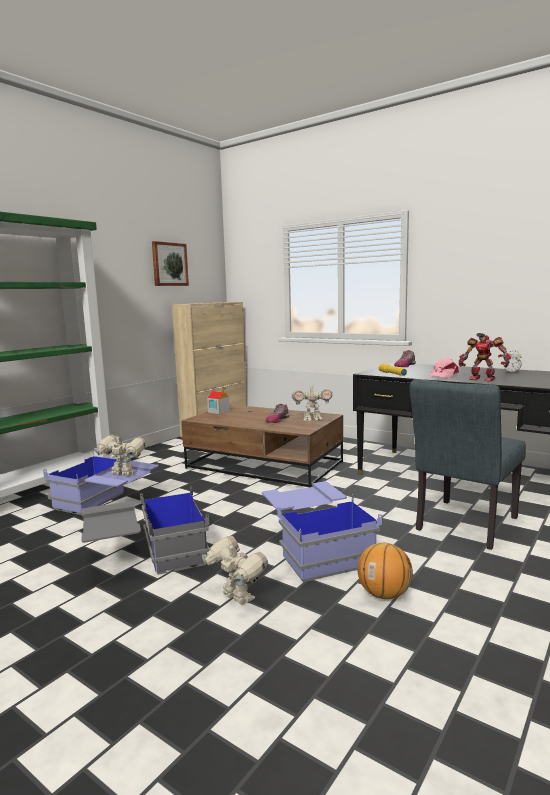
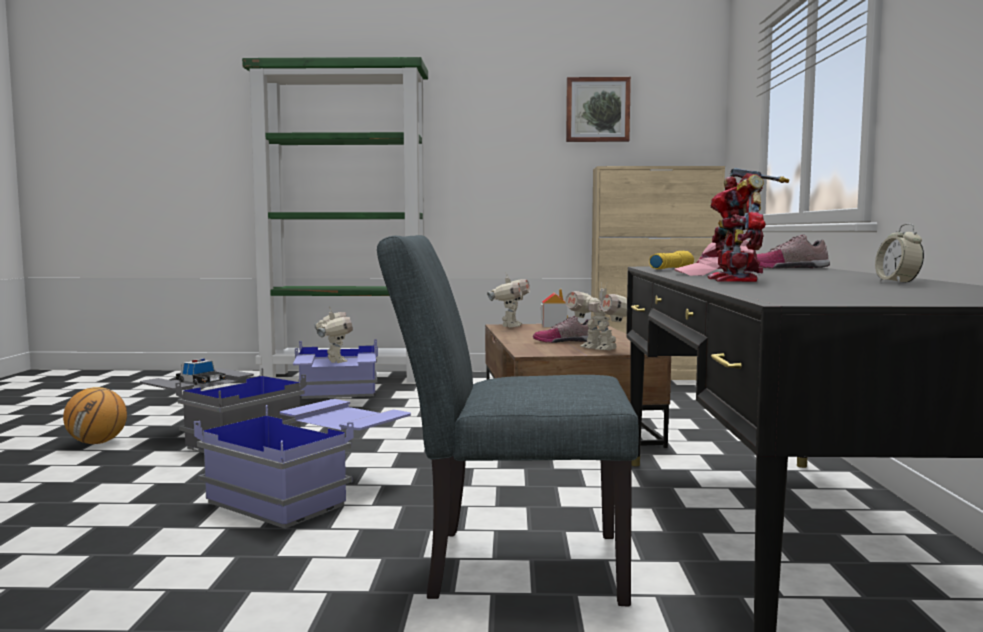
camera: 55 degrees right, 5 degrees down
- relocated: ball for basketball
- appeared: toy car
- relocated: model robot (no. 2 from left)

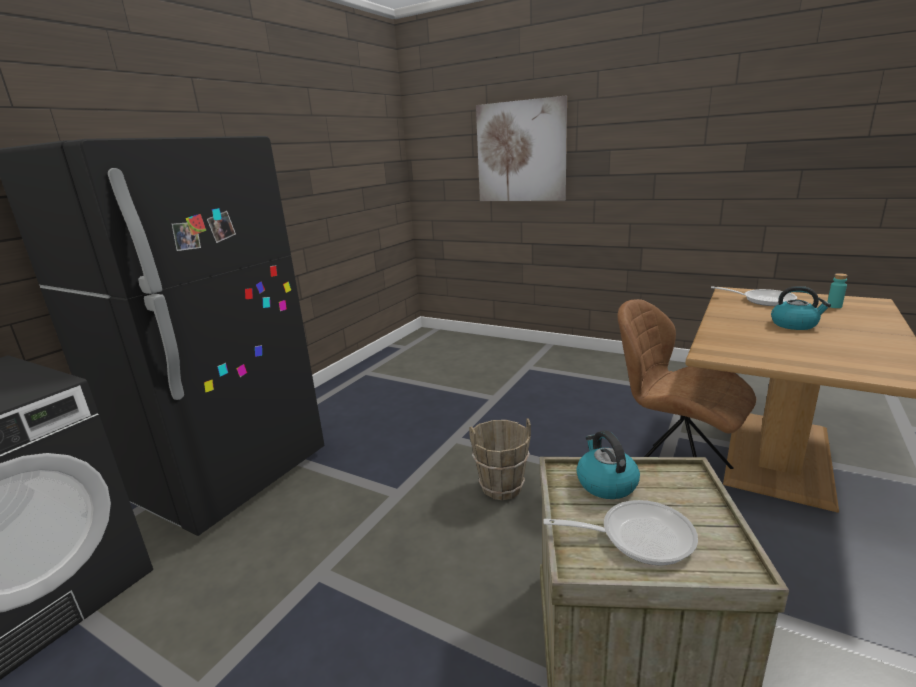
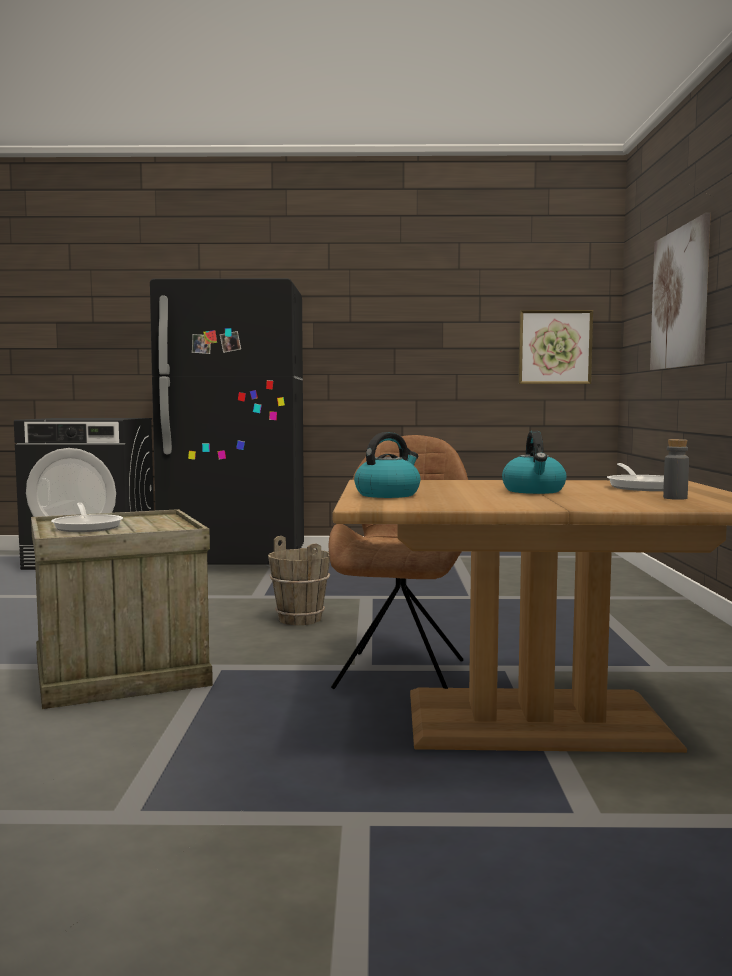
camera: 60 degrees right, 15 degrees down
- relocated: water kettle (no. 1 from left)
- appeared: picture (no. 1 from left)
- colour: turquoise bottle to gray bottle

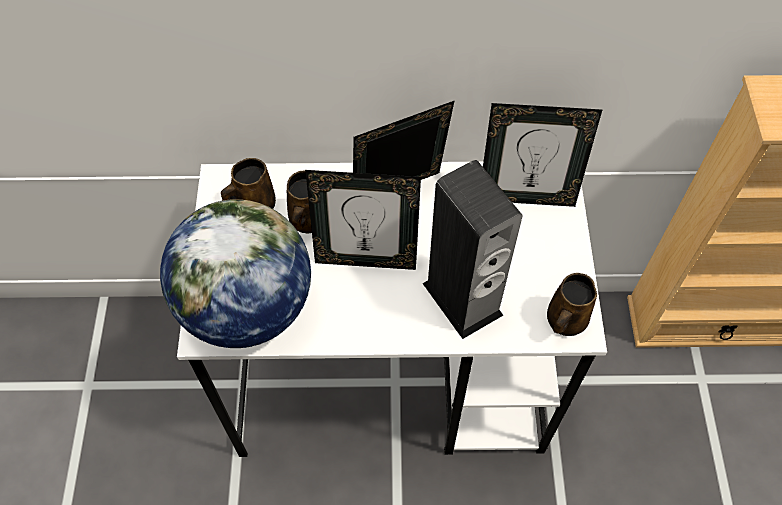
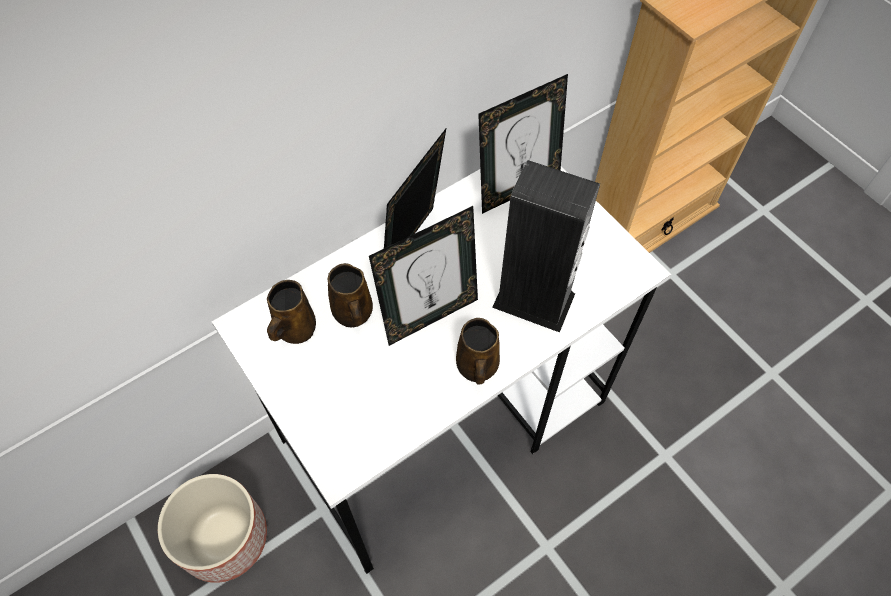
camera: 35 degrees left, 0 degrees up
- appeared: planter
- relocated: brown mug (no. 3 from left)
- missing: world globe

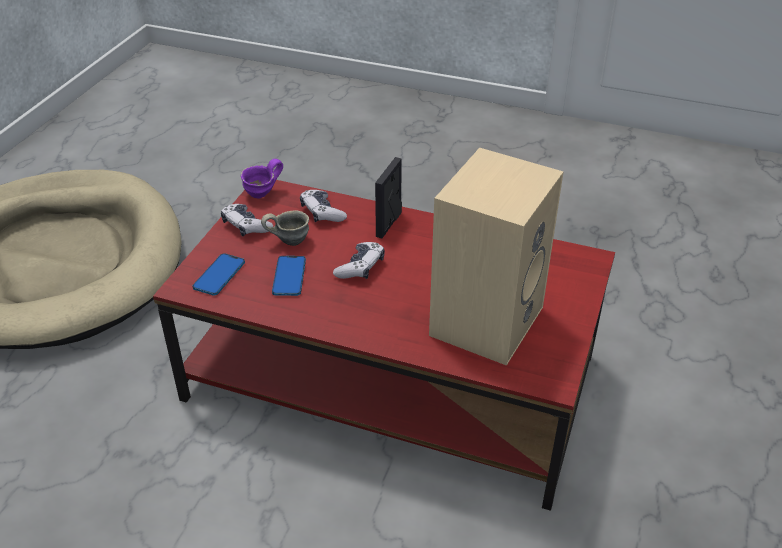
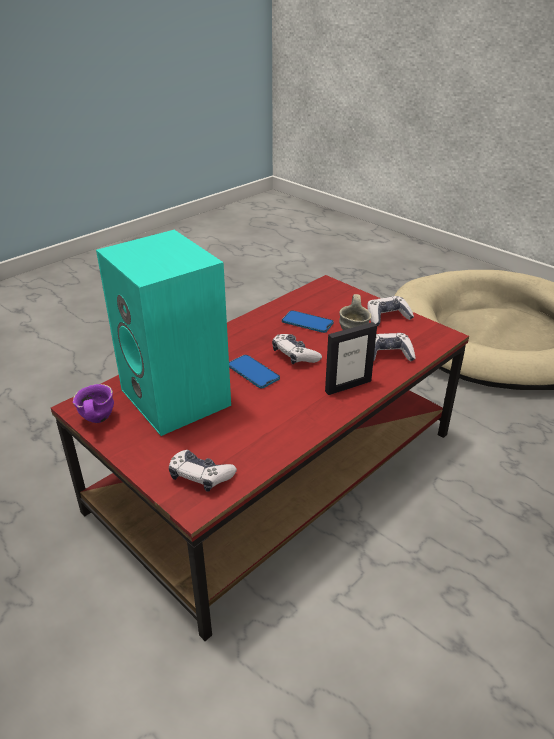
camera: 115 degrees right, 5 degrees down
- relocated: purple-coloured mug
- colour: beige-coloured audio speaker to turquoise audio speaker
- appeared: game controller (no. 1 from left)
- relocated: phone (no. 1 from left)
- spun: standing frame 105 degrees clockwise

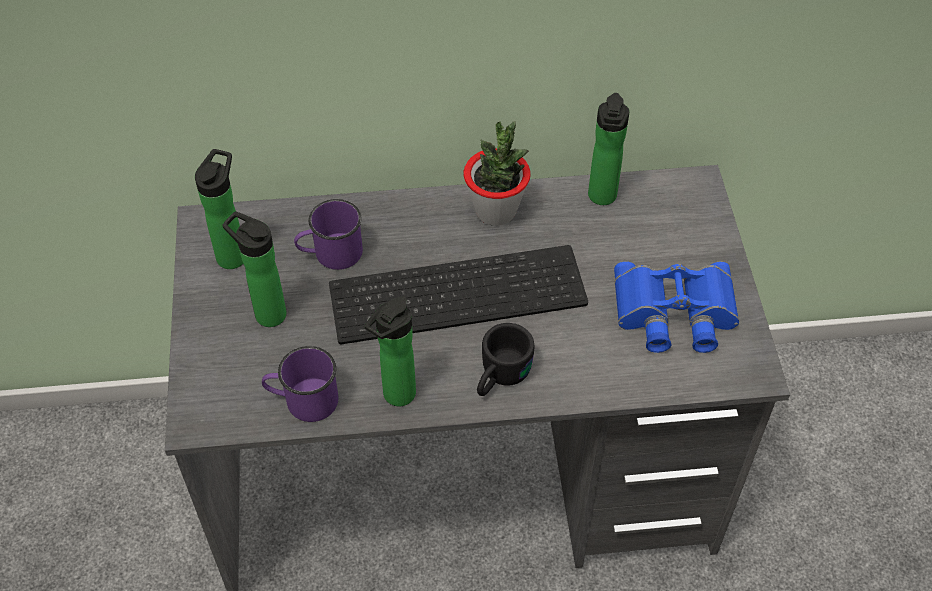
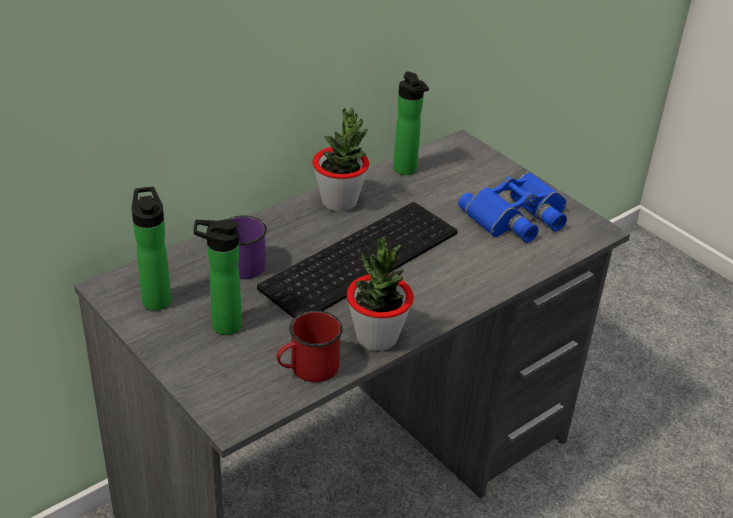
camera: 35 degrees left, 15 degrees down
- colour: purple-coloured mug (no. 1 from left) to reddish mug
- exchanged: bottle (no. 3 from left) to potted plant (no. 2 from left)
- missing: blackish mug

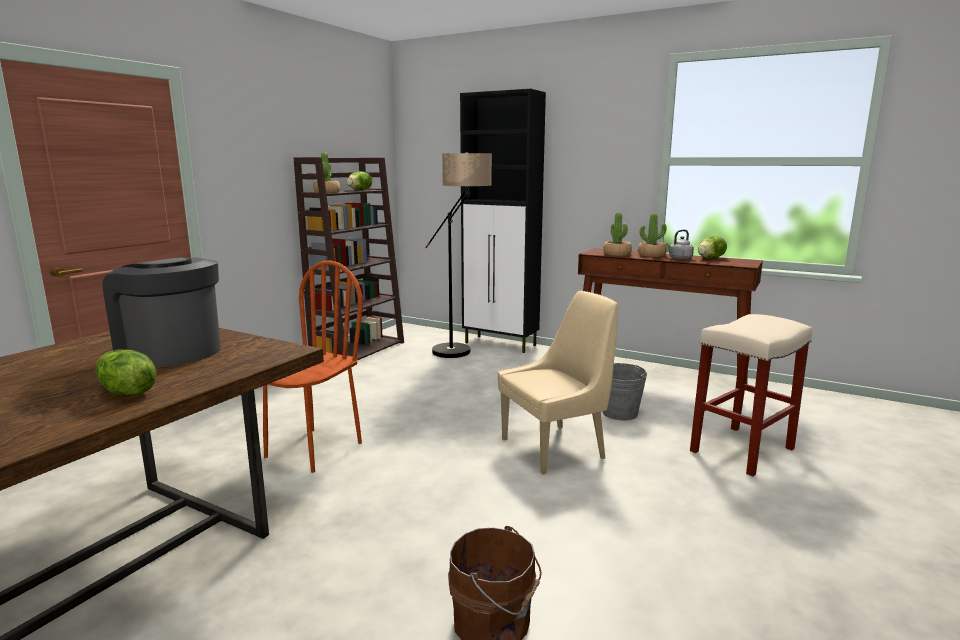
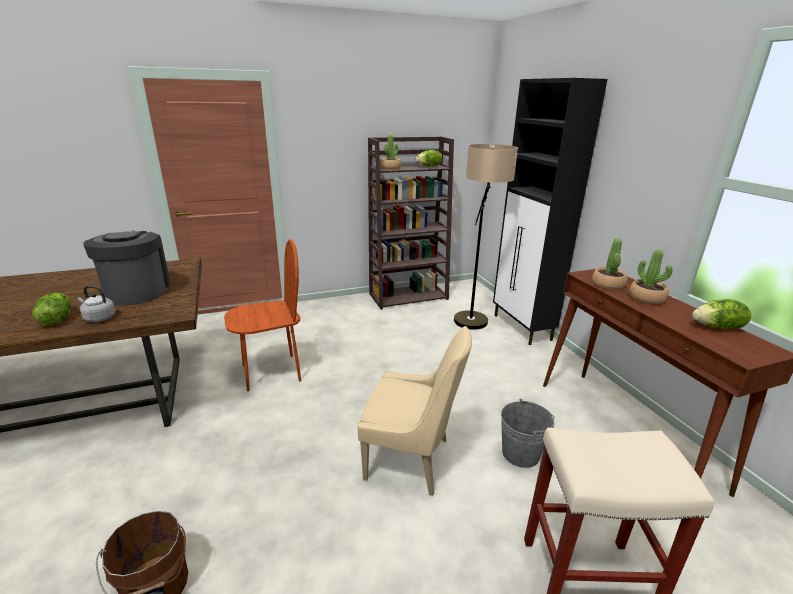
camera: 40 degrees right, 10 degrees up
- relocated: gray water kettle

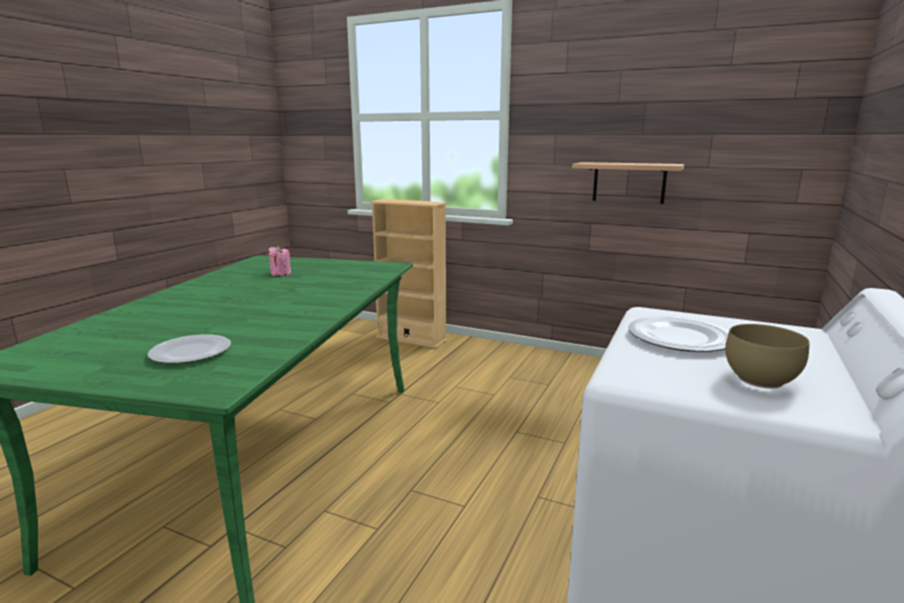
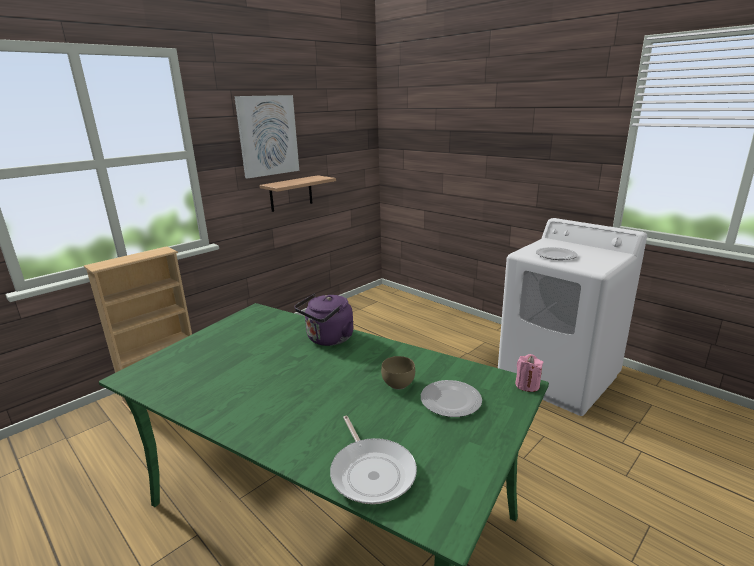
camera: 70 degrees left, 5 degrees up
- appeared: picture
- appeared: purple-coloured water kettle
- appeared: frying pan
- relocated: brown deep dish
- relocated: pinkish wax candle

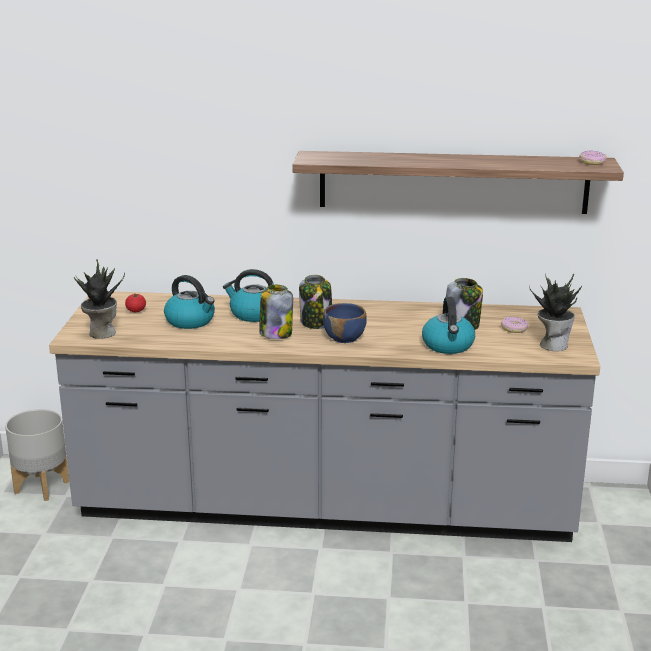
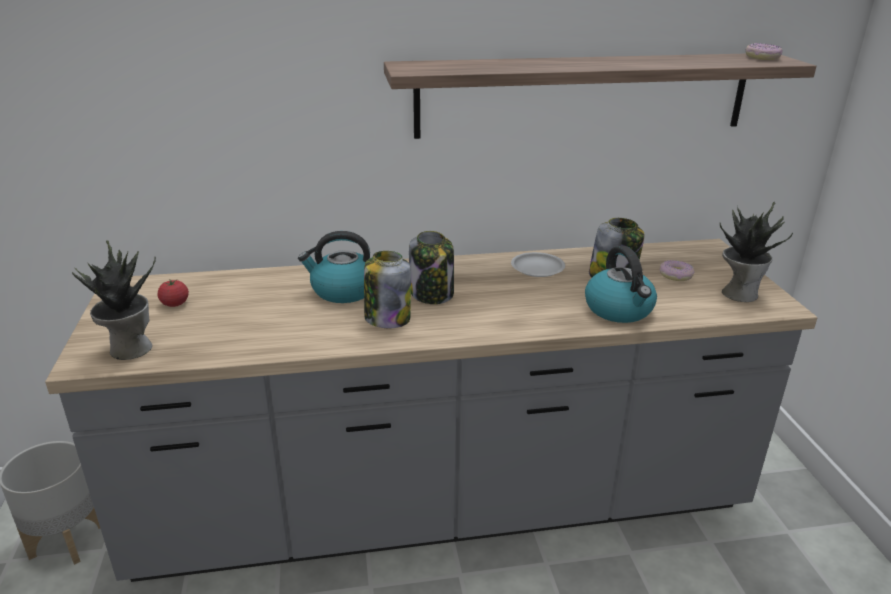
camera: 15 degrees left, 5 degrees up
- appeared: white plate
- missing: water kettle (no. 1 from left)
- missing: bluish deep dish

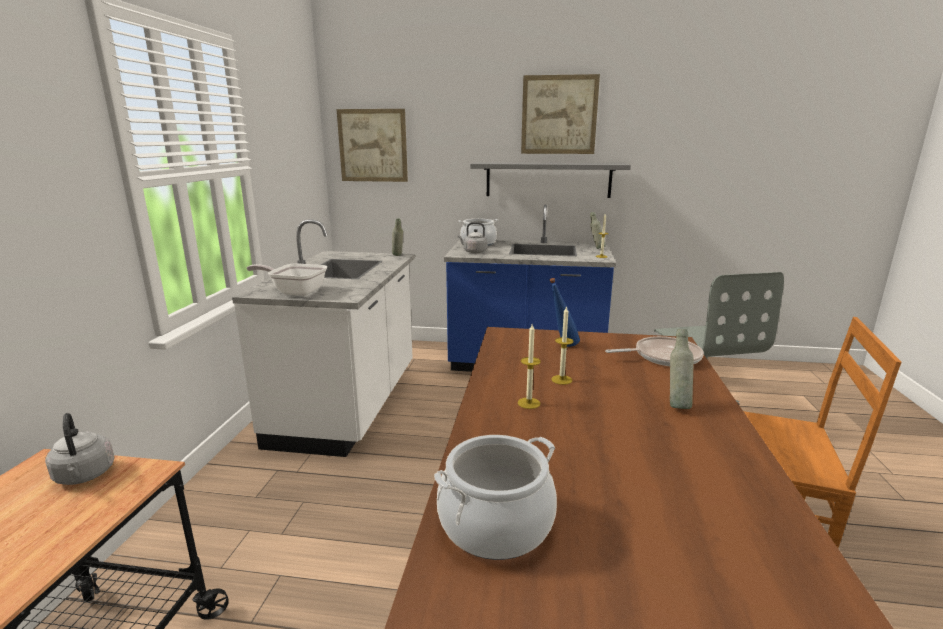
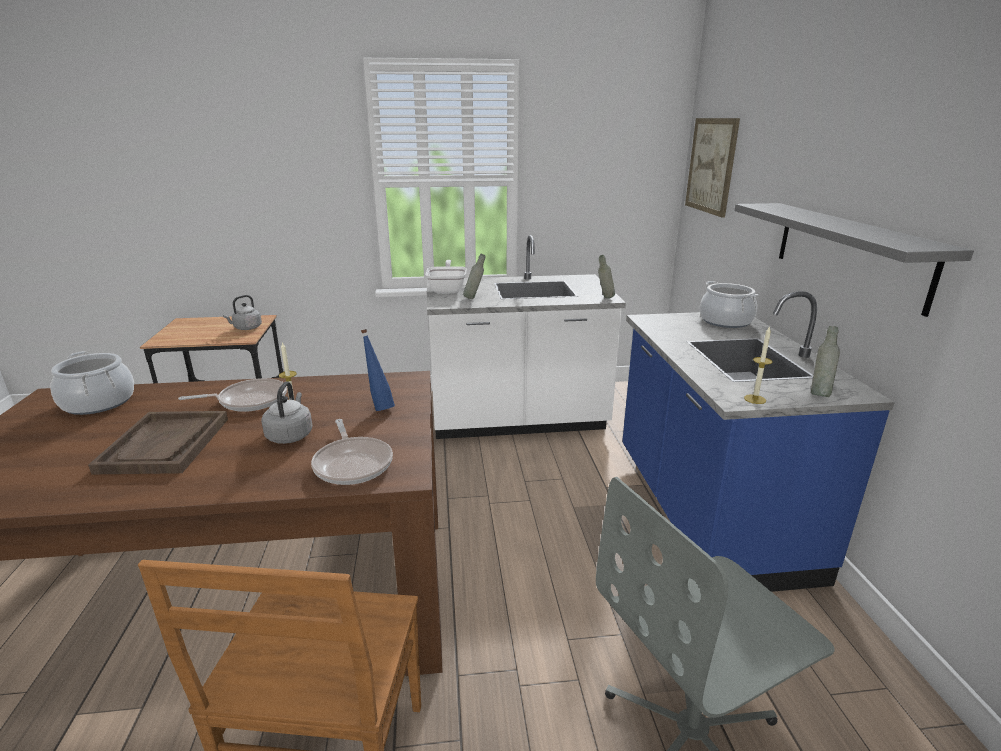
camera: 75 degrees right, 5 degrees up
- appeared: brown tray
- exchanged: wax candle (no. 1 from left) to frying pan (no. 1 from left)
- relocated: gray water kettle (no. 2 from left)
- relocated: gray bottle (no. 3 from left in the first image) to gray bottle (no. 1 from left)
- missing: picture (no. 2 from left)

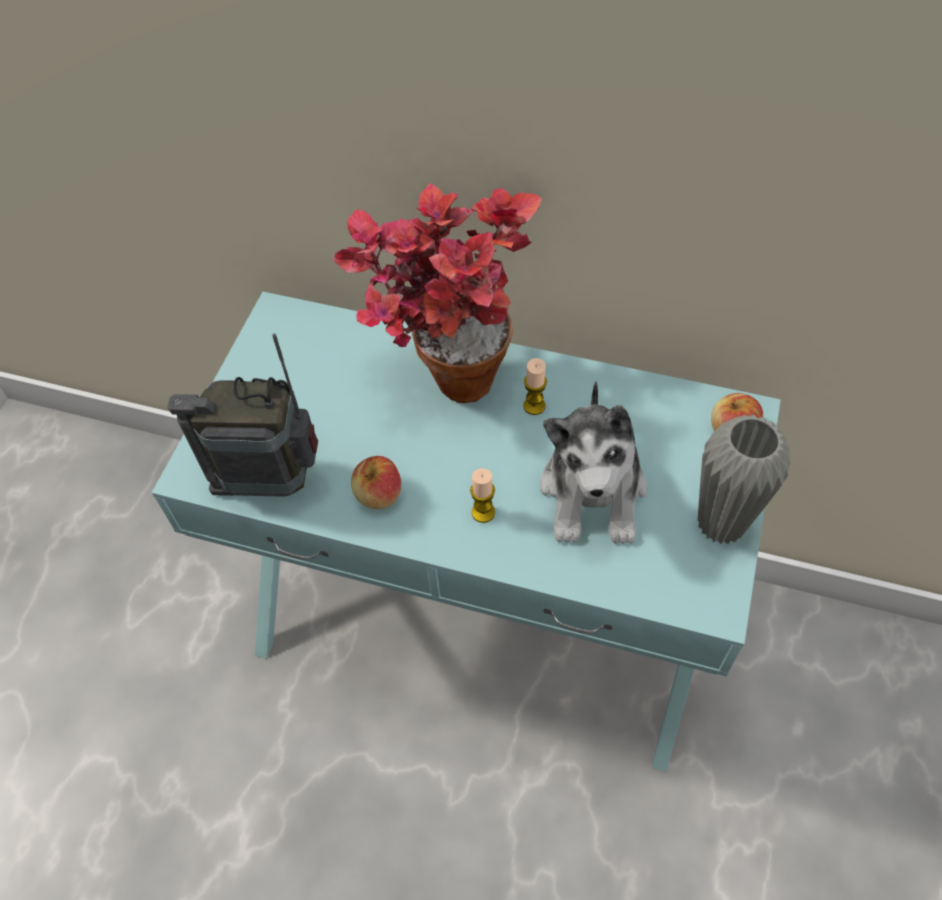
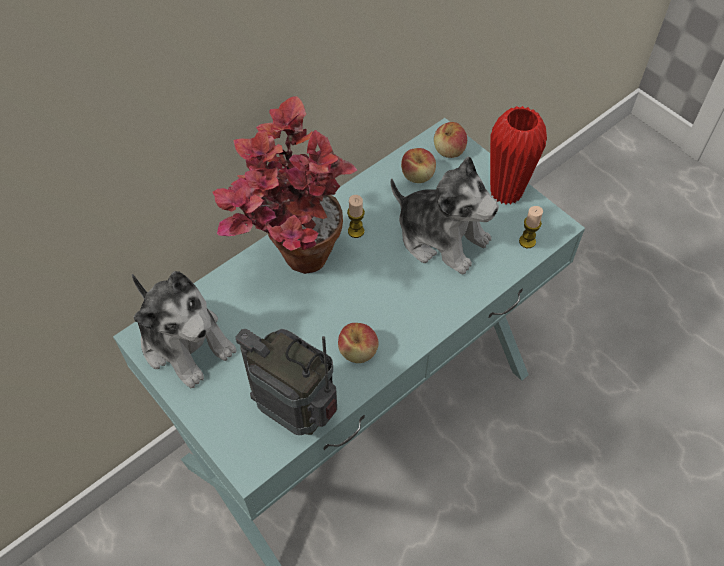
camera: 60 degrees left, 0 degrees up
- appeared: plush toy (no. 1 from left)
- spun: radio 90 degrees clockwise
- appeared: apple (no. 2 from left)
- colour: gray vase to reddish vase
- relocated: wax candle (no. 1 from left in the first image) to wax candle (no. 2 from left)

